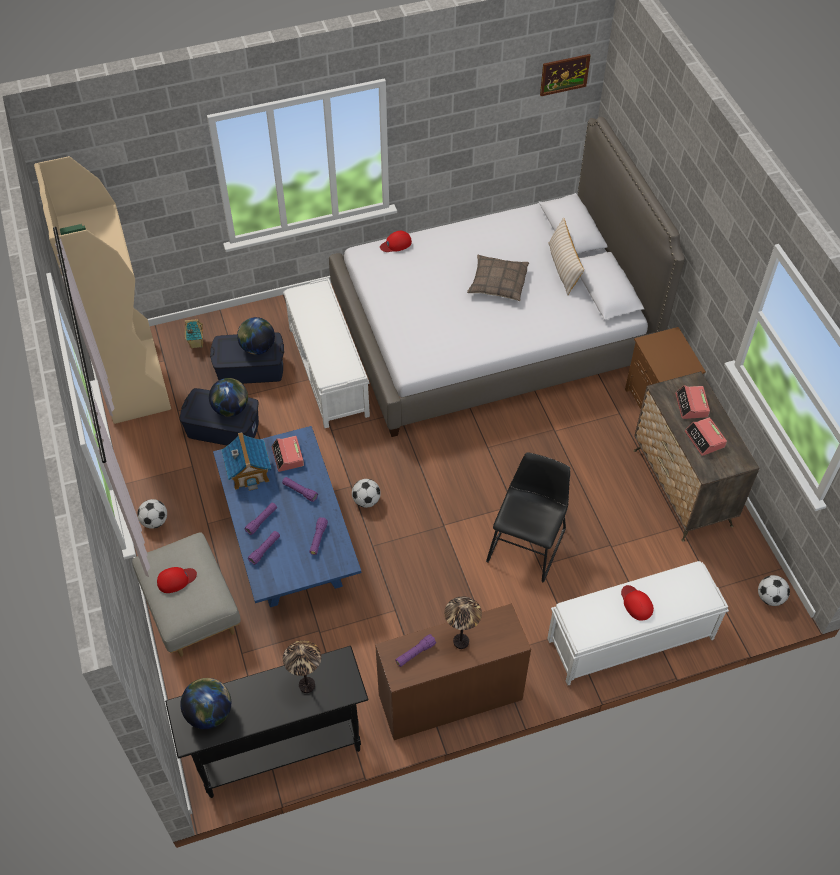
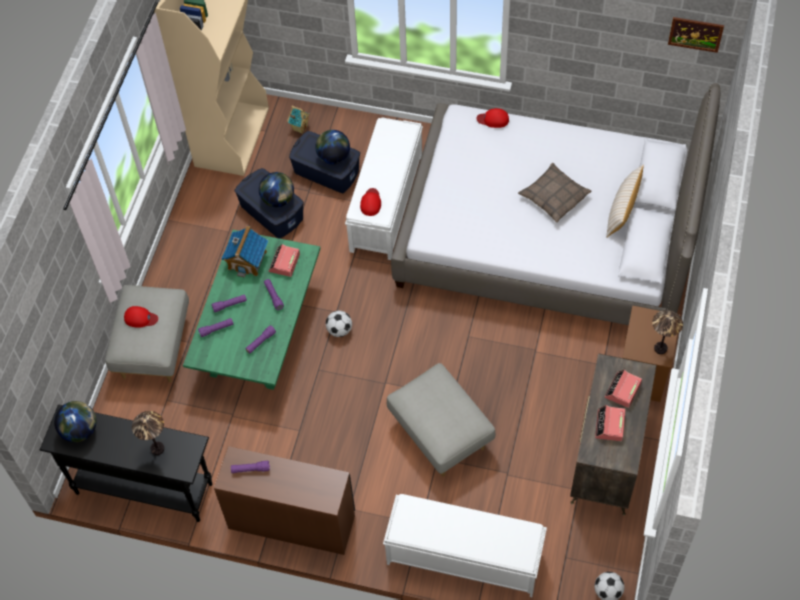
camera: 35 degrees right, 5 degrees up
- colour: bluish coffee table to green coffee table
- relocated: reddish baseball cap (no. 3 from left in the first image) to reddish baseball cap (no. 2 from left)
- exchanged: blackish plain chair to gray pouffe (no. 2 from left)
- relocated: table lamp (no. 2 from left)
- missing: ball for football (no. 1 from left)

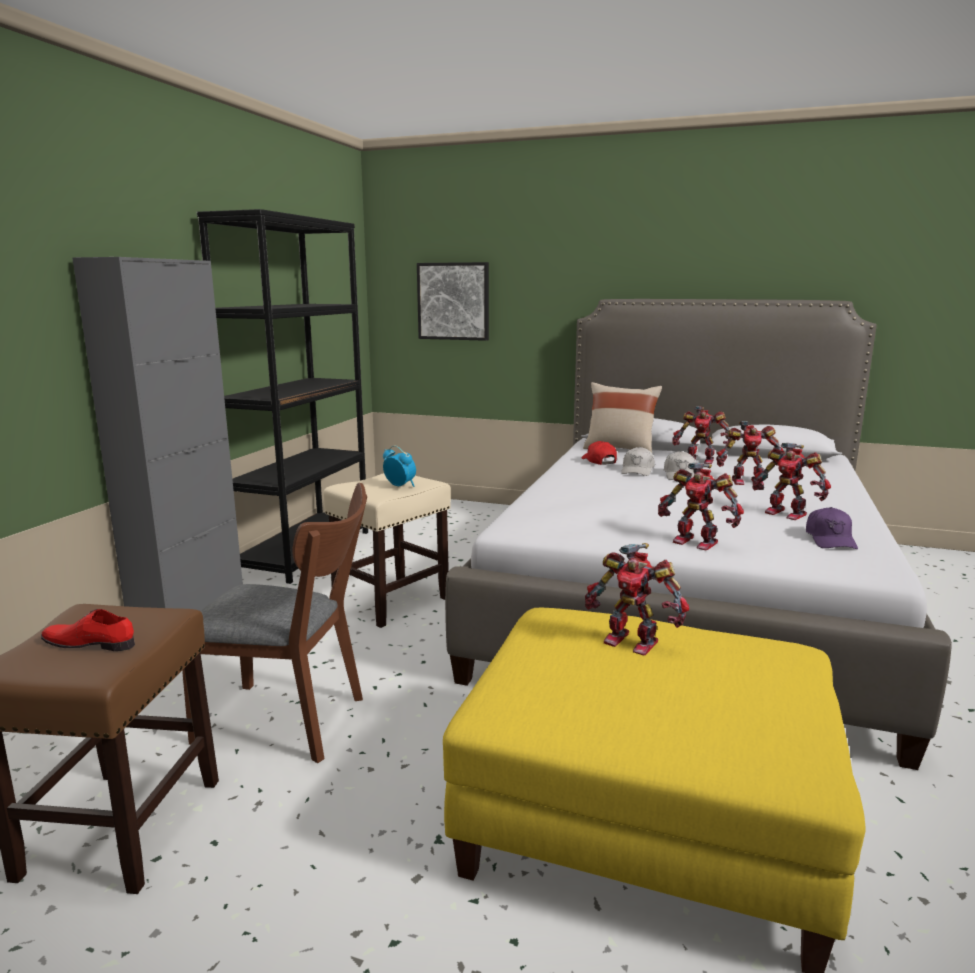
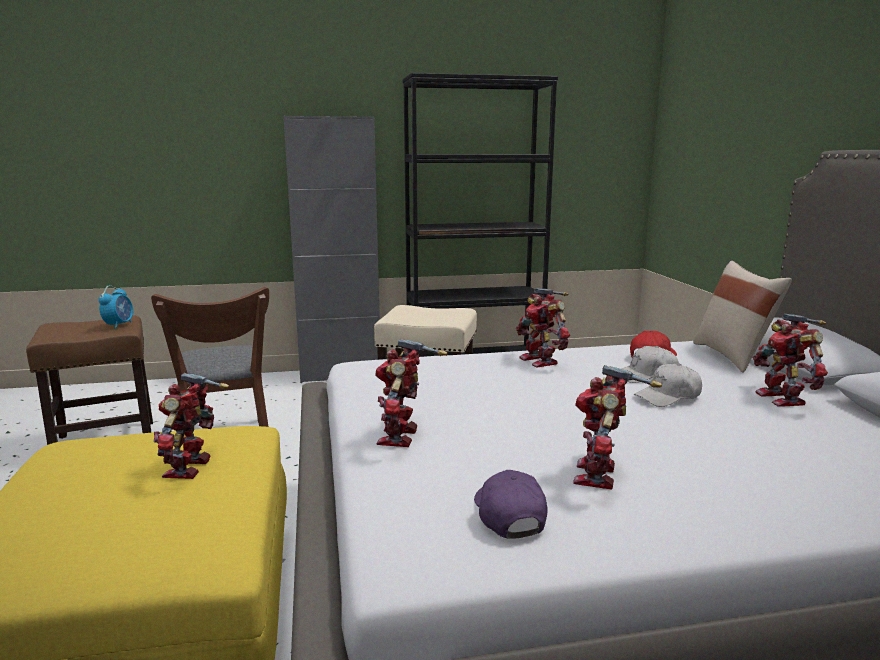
camera: 60 degrees right, 0 degrees up
- relocated: table clock
- spun: purple-coloured baseball cap 105 degrees clockwise
- relocated: model robot (no. 4 from left in the first image) to model robot (no. 3 from left)
- missing: reddish item of footwear
- missing: picture

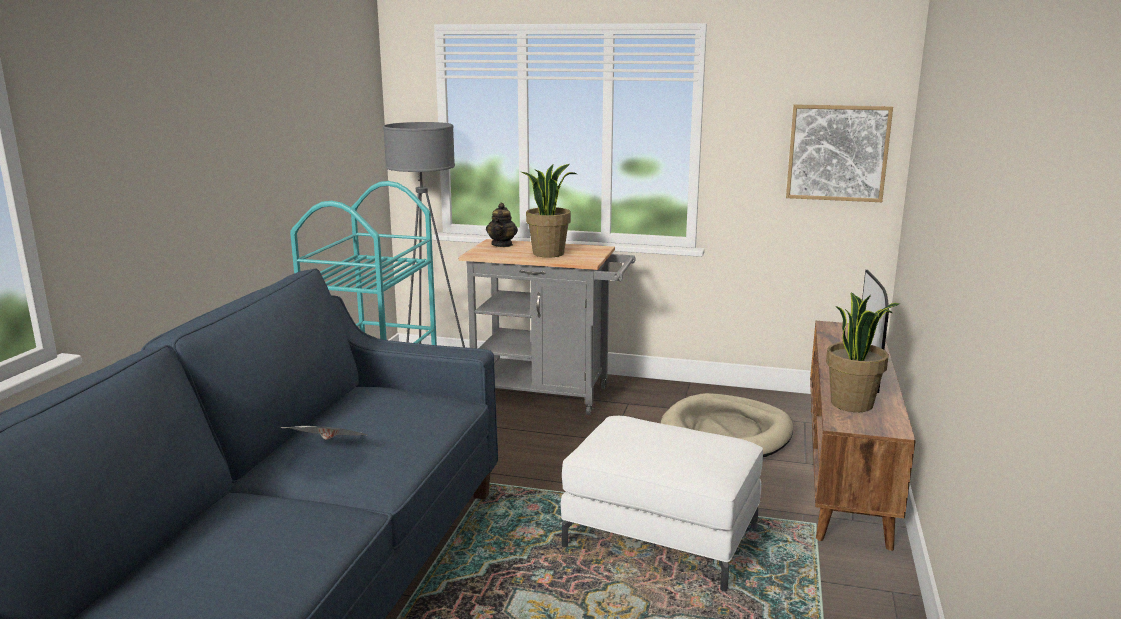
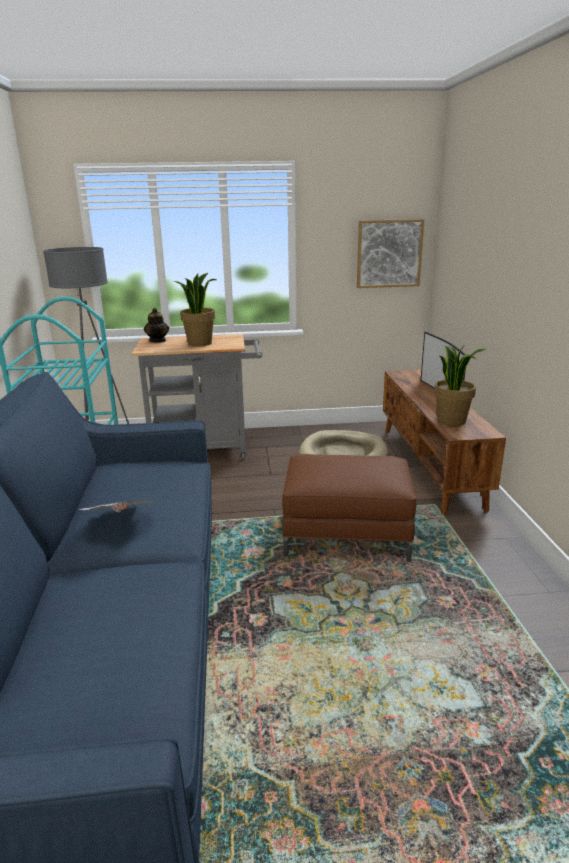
camera: 20 degrees left, 5 degrees up
- colour: white pouffe to brown pouffe

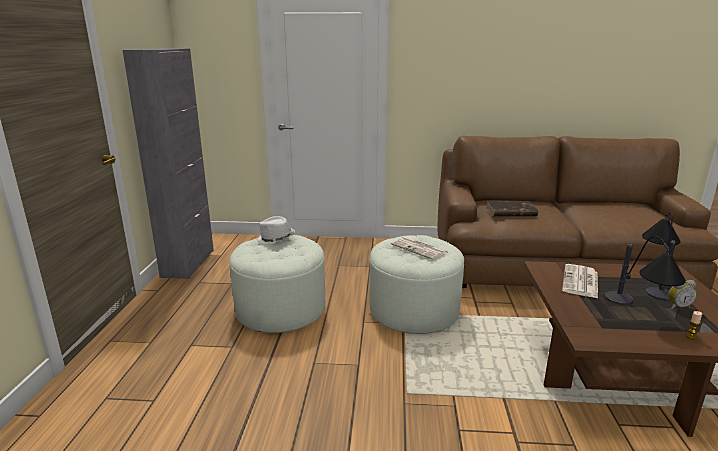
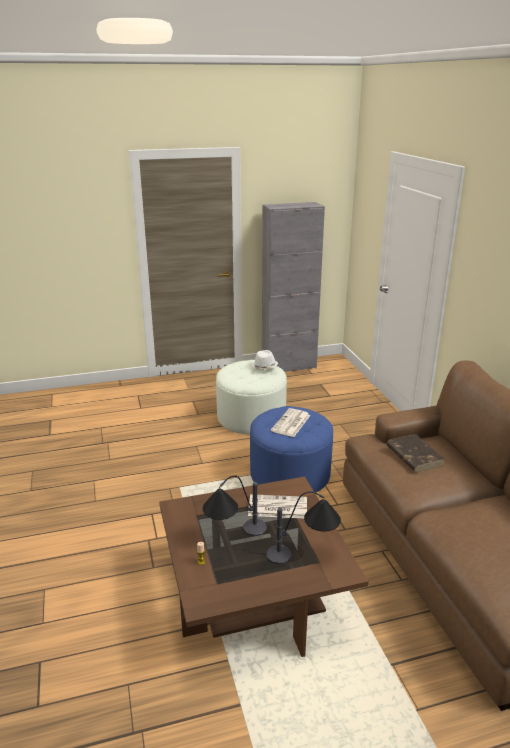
camera: 70 degrees right, 5 degrees up
- colour: white pouffe (no. 2 from left) to bluish pouffe
- missing: table clock

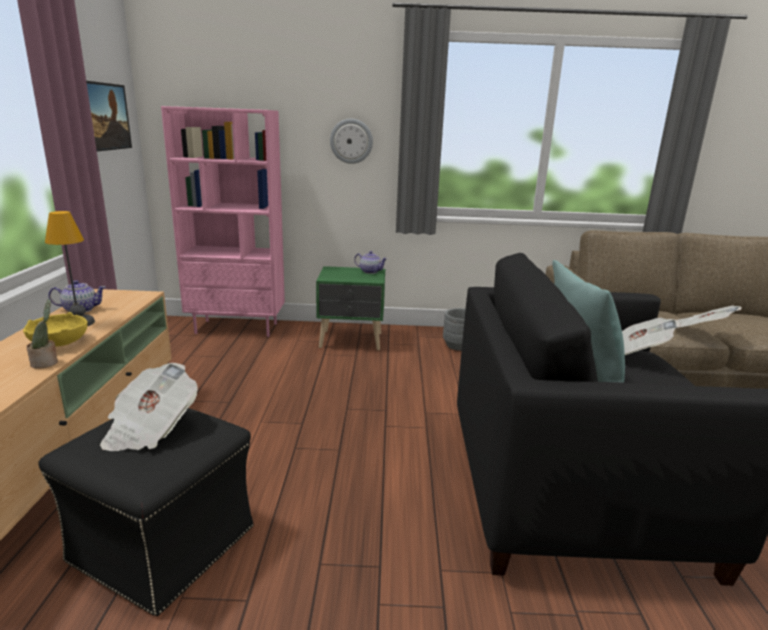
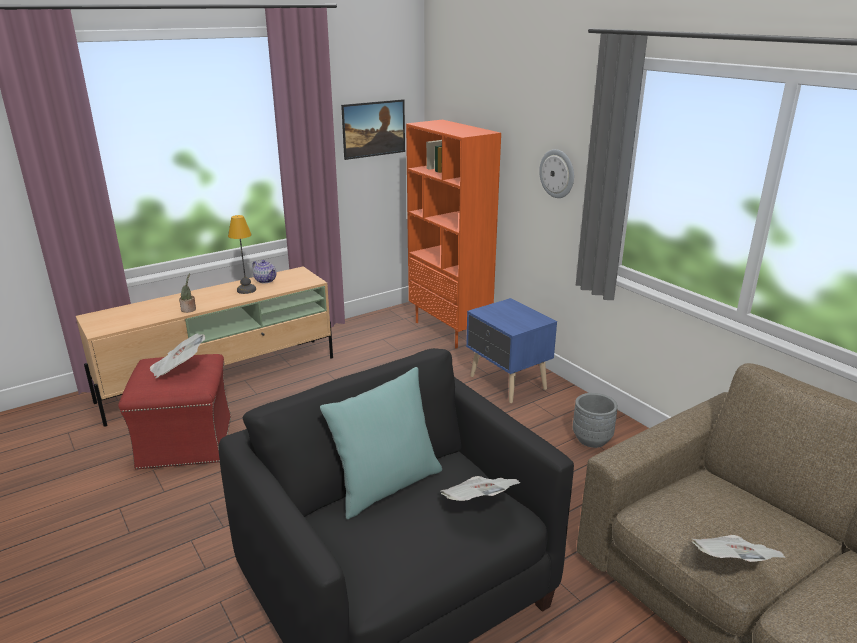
camera: 55 degrees right, 5 degrees up
- colour: blackish pouffe to reddish pouffe
- colour: pinkish shelving unit to orange shelving unit
- colour: green night table to bluish night table
- missing: yellowish deep dish
- missing: pot for tea (no. 2 from left)

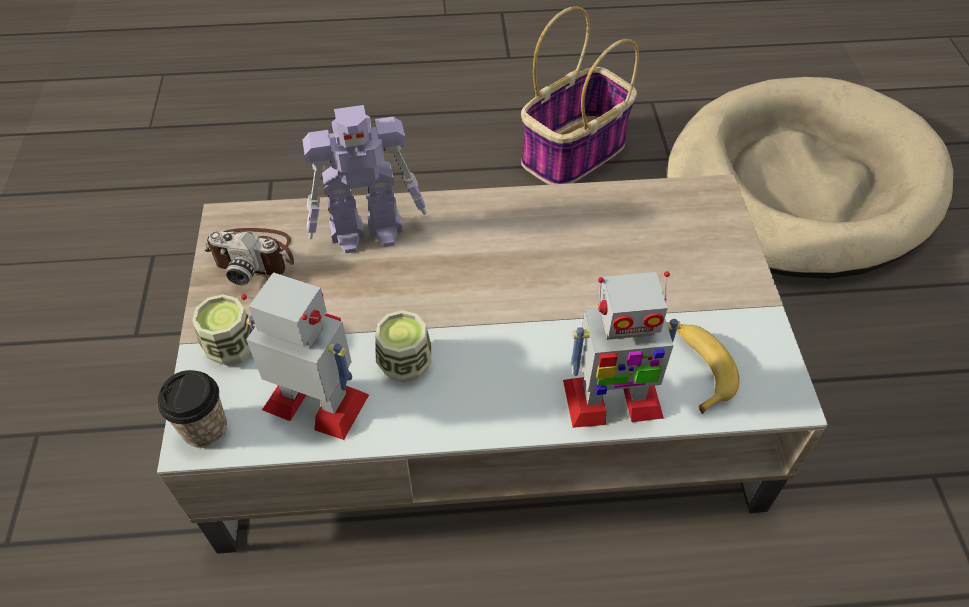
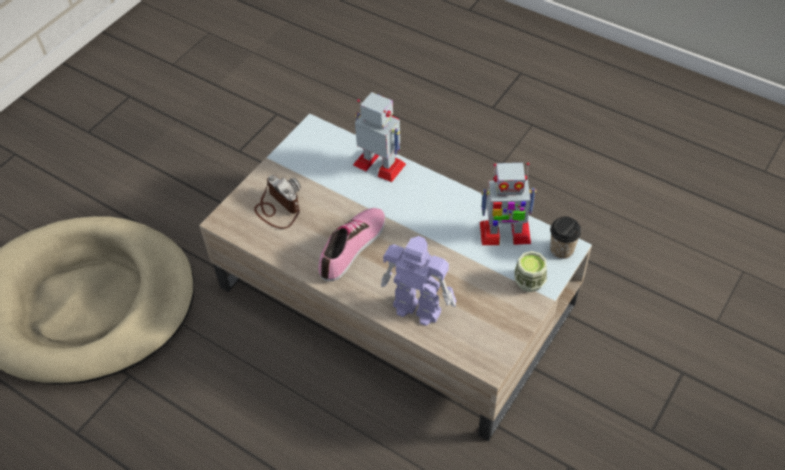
camera: 140 degrees left, 0 degrees up
- relocated: still camera
- appeared: item of footwear
- spun: model robot (no. 1 from left in the first image) 60 degrees counterclockwise
- missing: cup (no. 3 from left)
- missing: household basket
- missing: banana

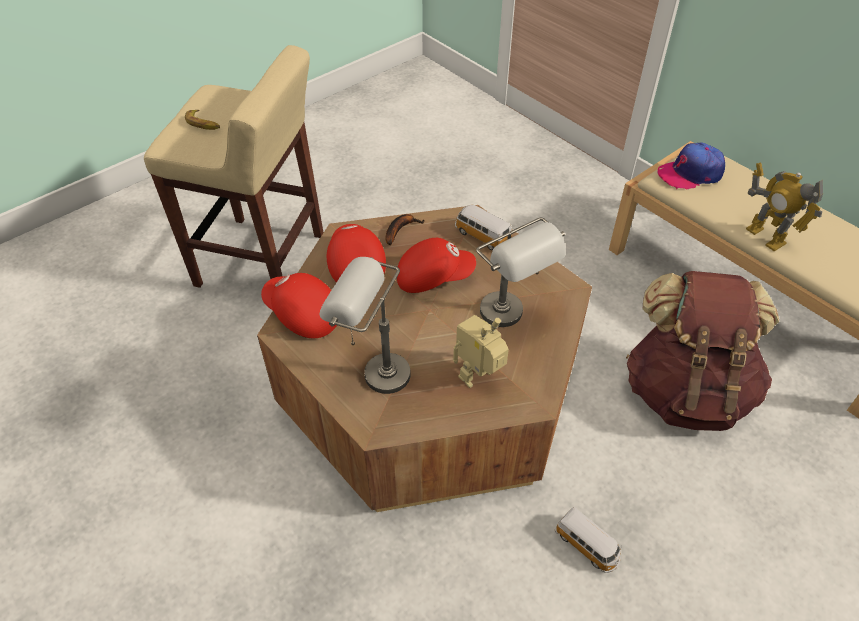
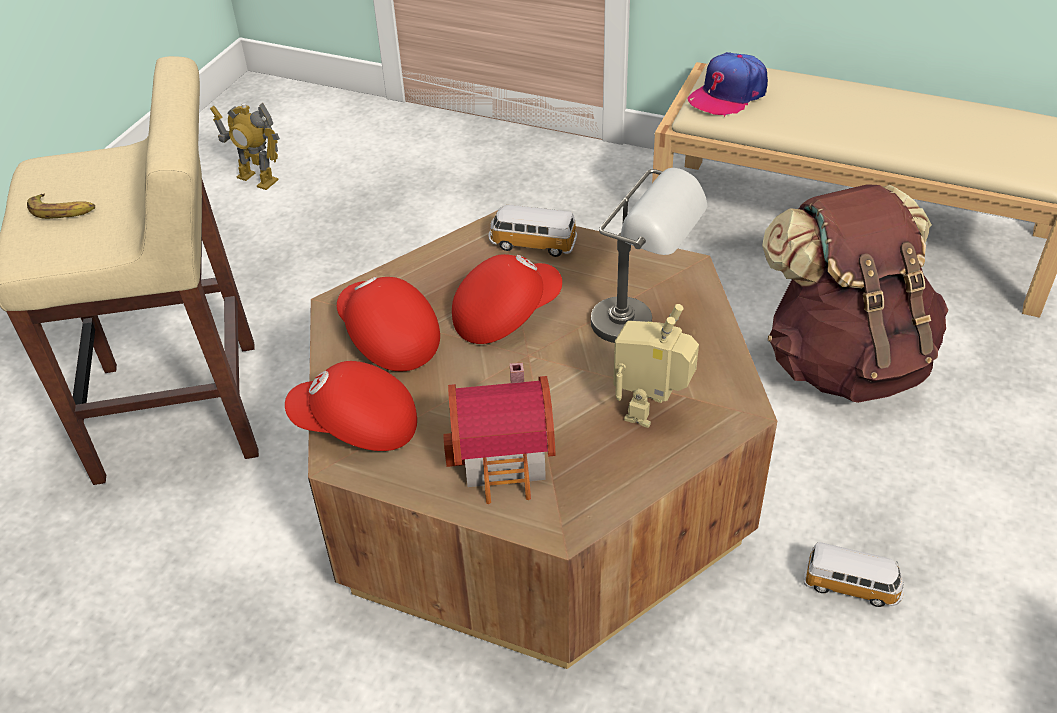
camera: 25 degrees left, 5 degrees down
- relocated: model robot (no. 2 from left in the first image) to model robot (no. 1 from left)
- exchanged: gray table lamp (no. 1 from left) to miniature house
- missing: banana (no. 2 from left)

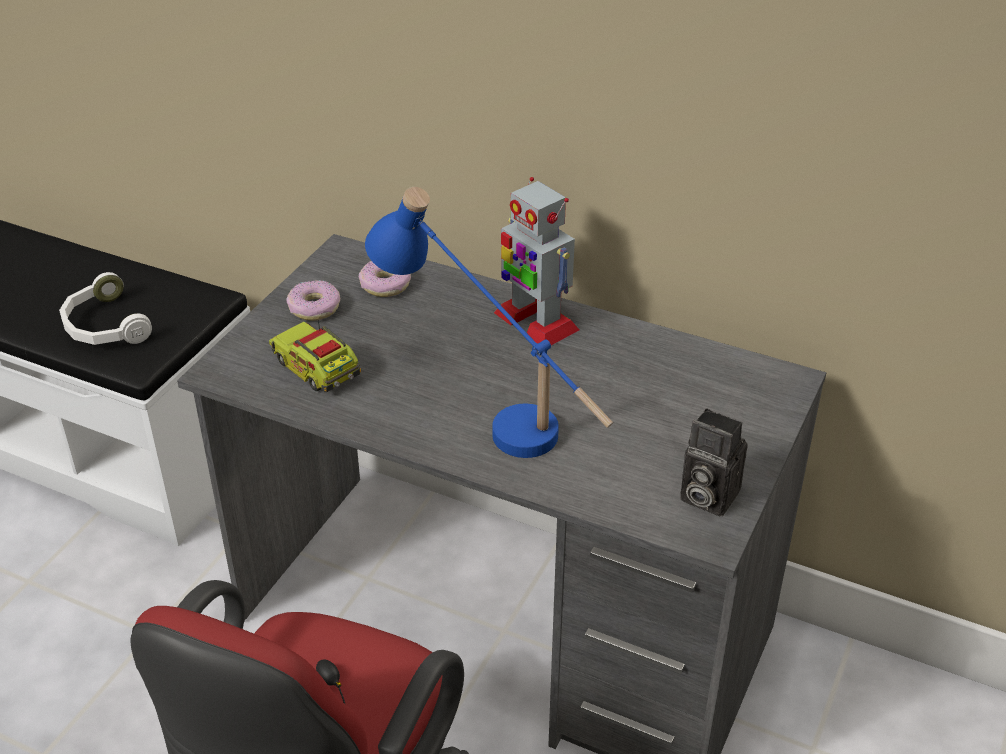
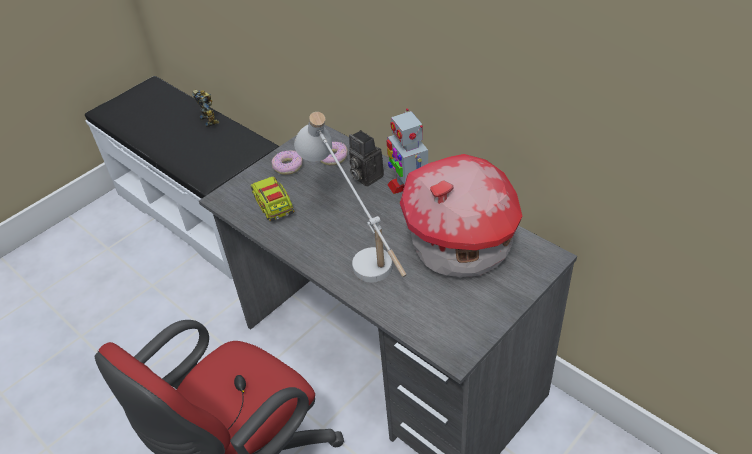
camera: 20 degrees right, 5 degrees up
- appeared: model robot (no. 1 from left)
- colour: bluish table lamp to white table lamp
- relocated: still camera
- appeared: miniature house
- missing: white headphones

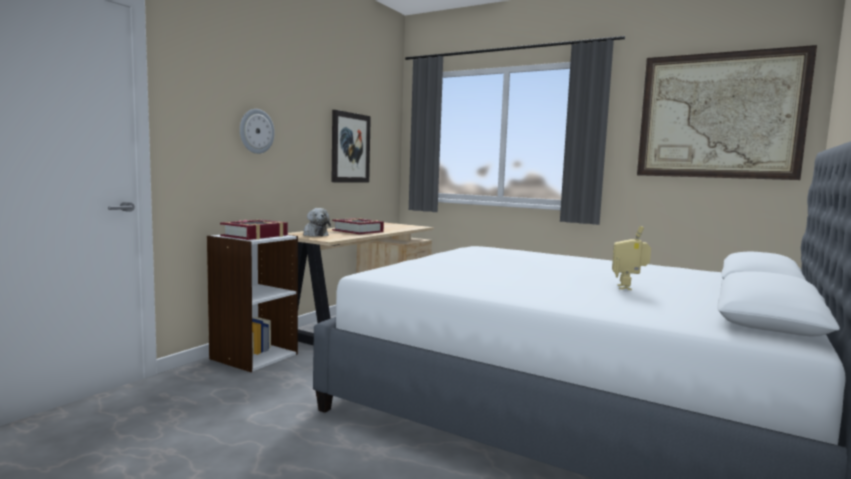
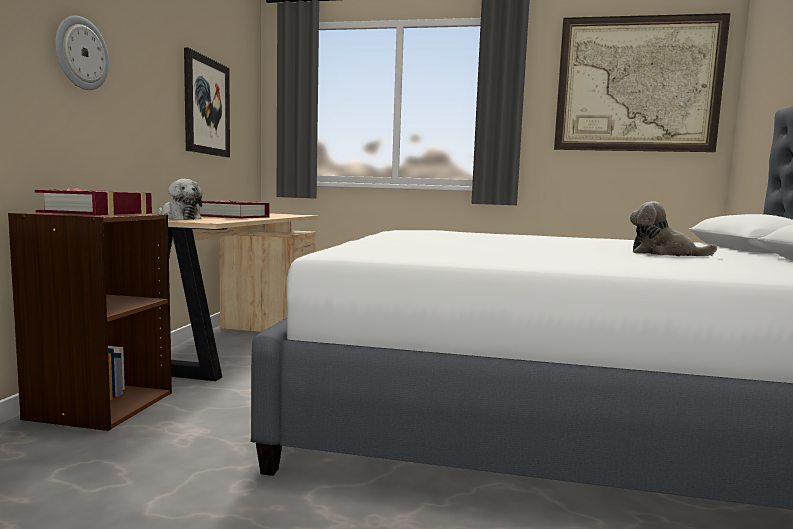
camera: 20 degrees left, 0 degrees up
- colour: white shelving unit to brown shelving unit
- exchanged: model robot to plush toy (no. 2 from left)

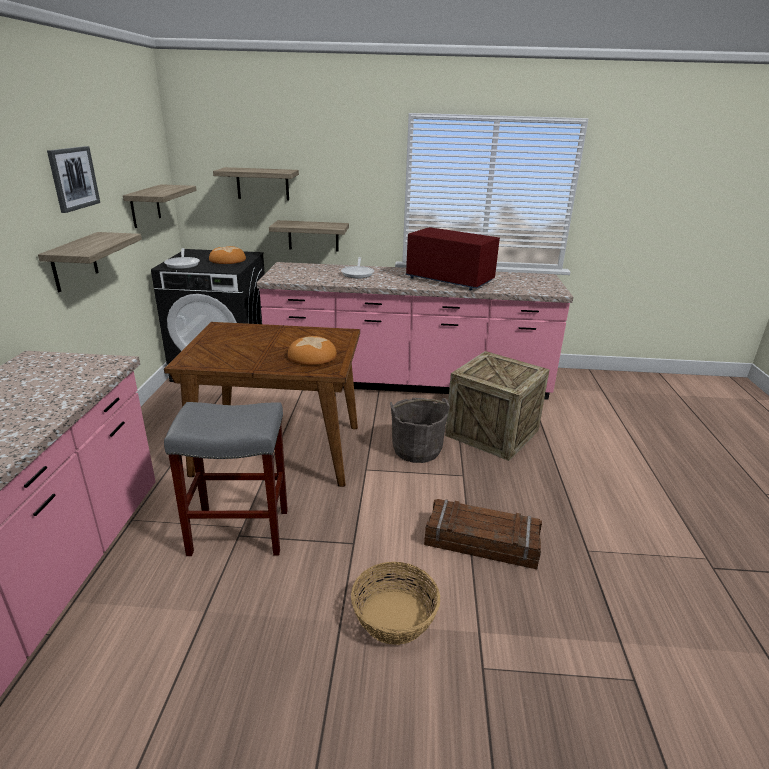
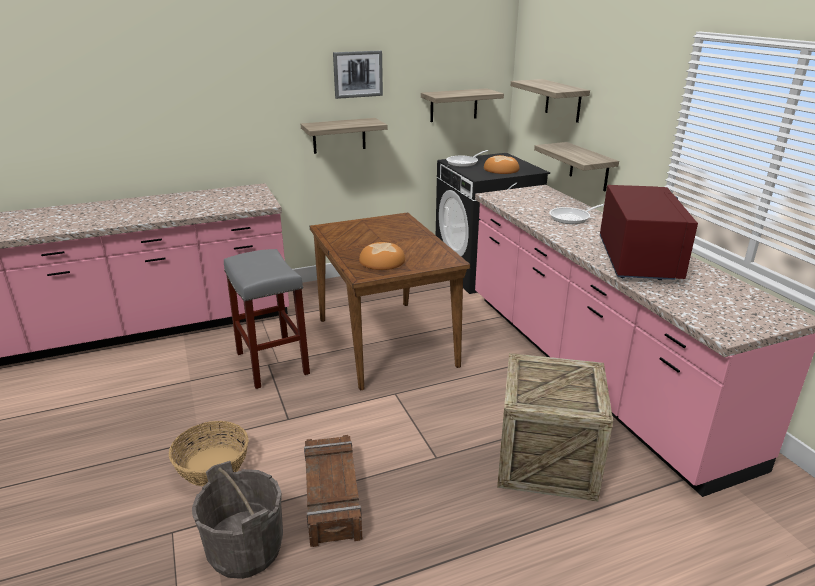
camera: 65 degrees right, 0 degrees up
- relocated: gray bucket

